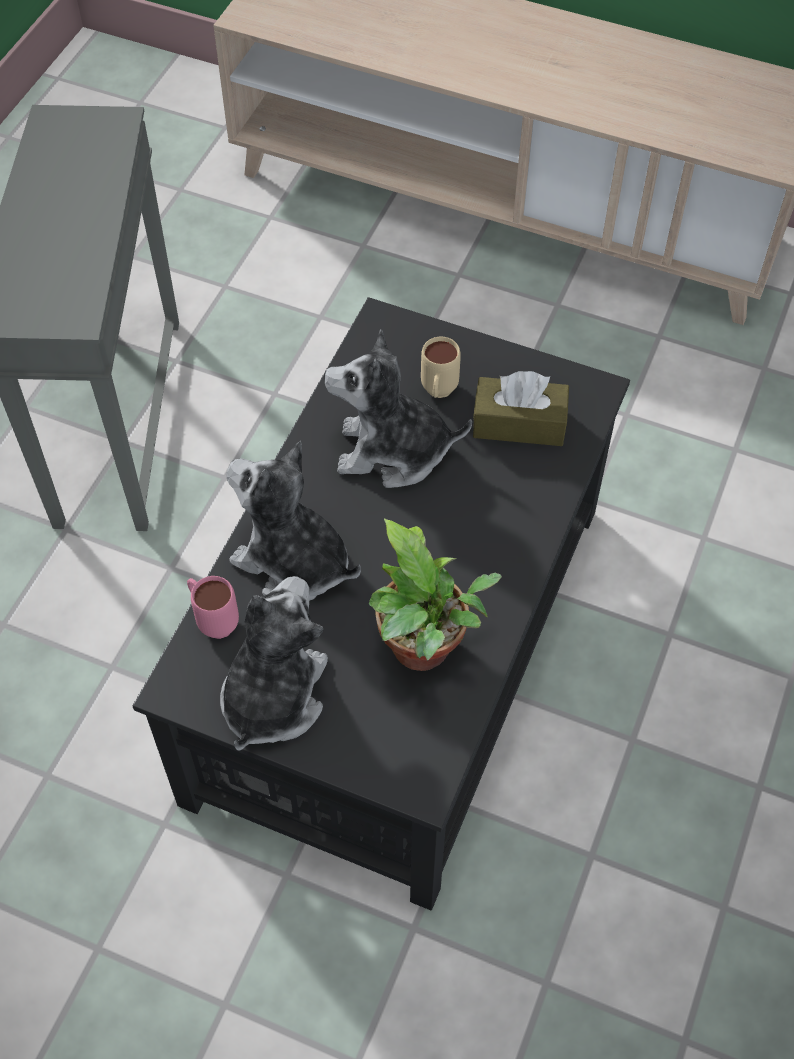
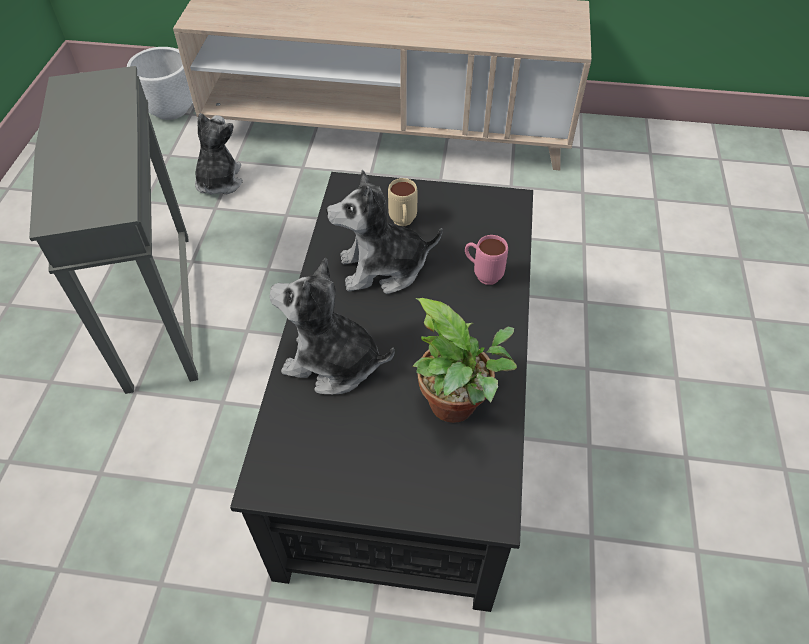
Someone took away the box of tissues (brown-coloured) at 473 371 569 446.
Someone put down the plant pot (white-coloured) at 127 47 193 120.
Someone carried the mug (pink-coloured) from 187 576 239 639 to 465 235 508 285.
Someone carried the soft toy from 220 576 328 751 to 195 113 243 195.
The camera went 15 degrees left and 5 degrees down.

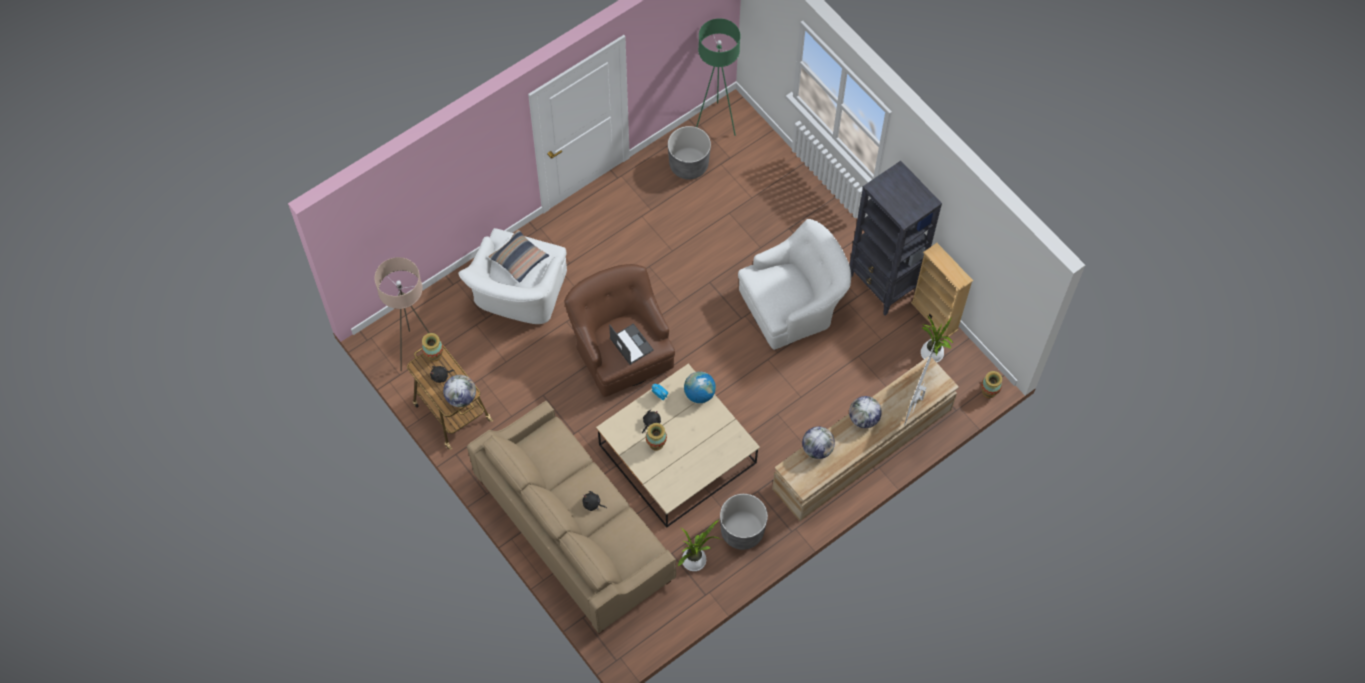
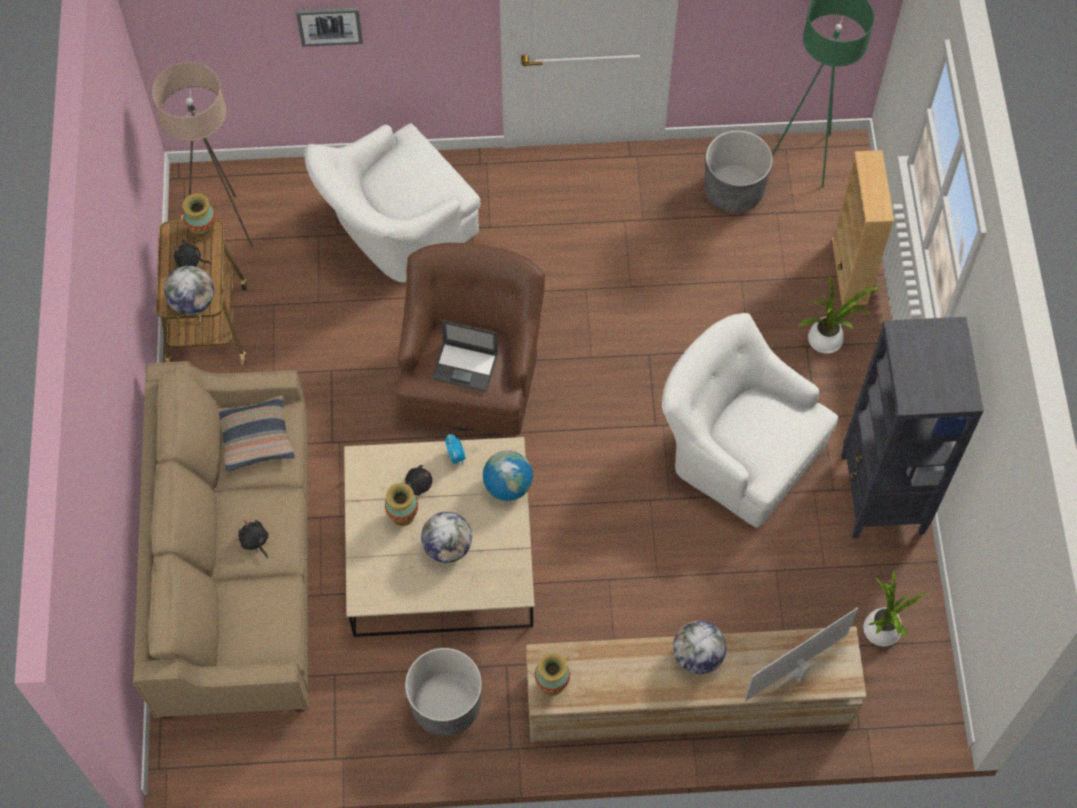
Someone put up the picture at 296 7 363 47.
Someone carried the throw pillow from 488 230 549 283 to 218 395 295 472.
Someone carried the houseplant from 678 520 722 571 to 798 274 881 354.
Someone carried the globe from 802 426 835 459 to 421 512 472 563.
Someone carried the bookcase (beige-coloured) from 911 243 973 339 to 832 150 894 305.
Someone carried the decorative vase from 981 371 1002 398 to 535 653 570 696.
Someone rotated the notebook computer at 609 323 654 365 by 105 degrees clockwise.
Someone rotated the armchair (white-coloured) at 738 219 851 350 by 150 degrees counterclockwise.
The camera went 35 degrees right and 0 degrees up.

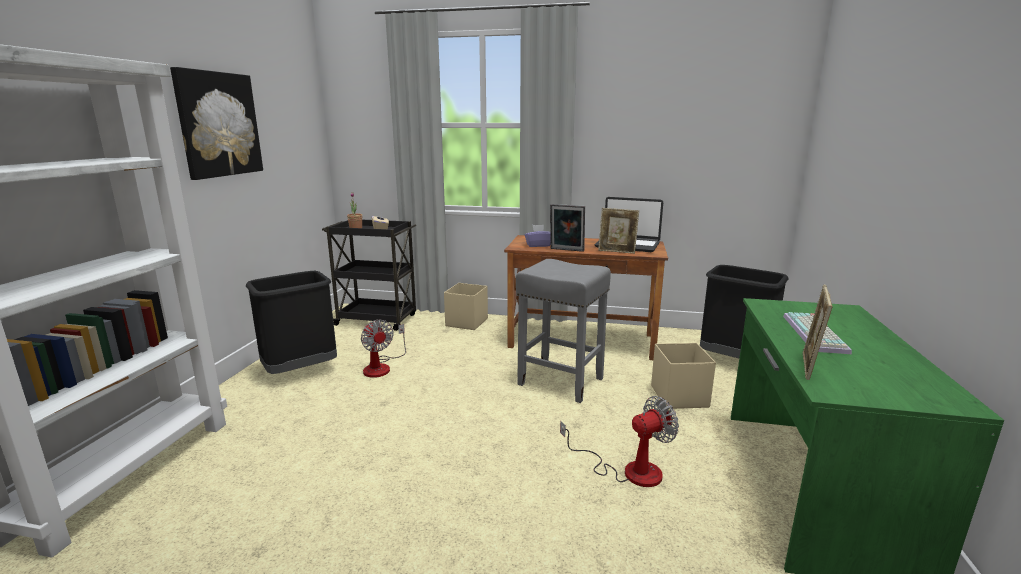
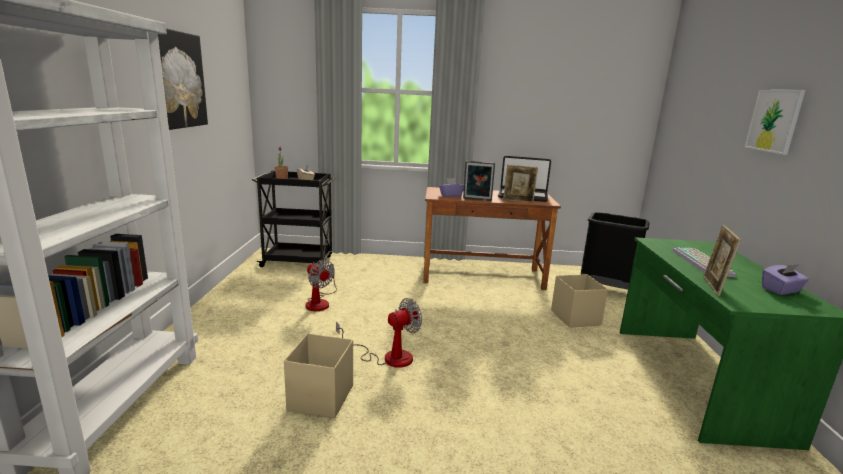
Someone took away the rubbish bin (black-coloured) at 246 271 337 374.
Someone took away the stool (gray) at 516 259 611 403.
Someone put up the picture at 745 90 805 155.
Someone put down the box of tissues (purple-coloured) at 762 264 809 295.
Someone carried the storage box (beige-coloured) from 444 283 488 330 to 284 333 353 418.
Someone carried the fan from 560 396 679 487 to 336 298 422 368.
The camera went 10 degrees left and 0 degrees up.

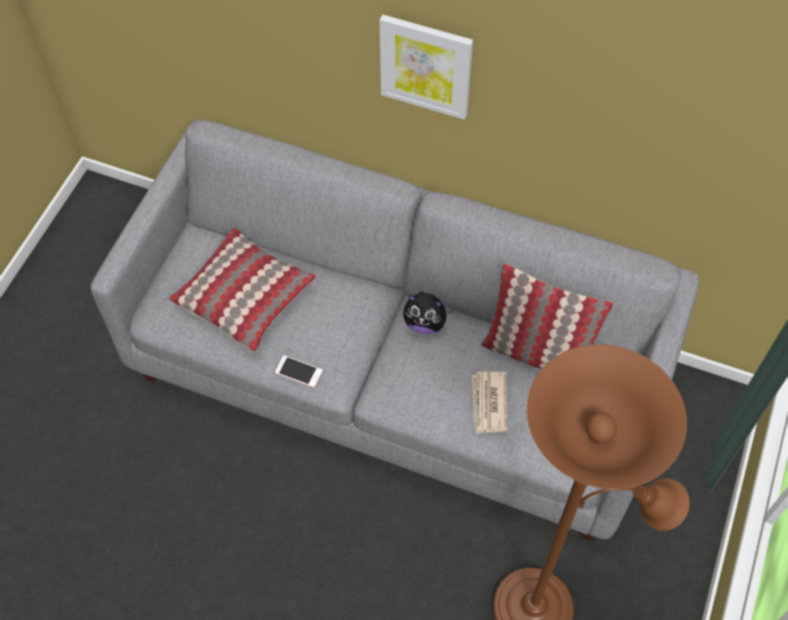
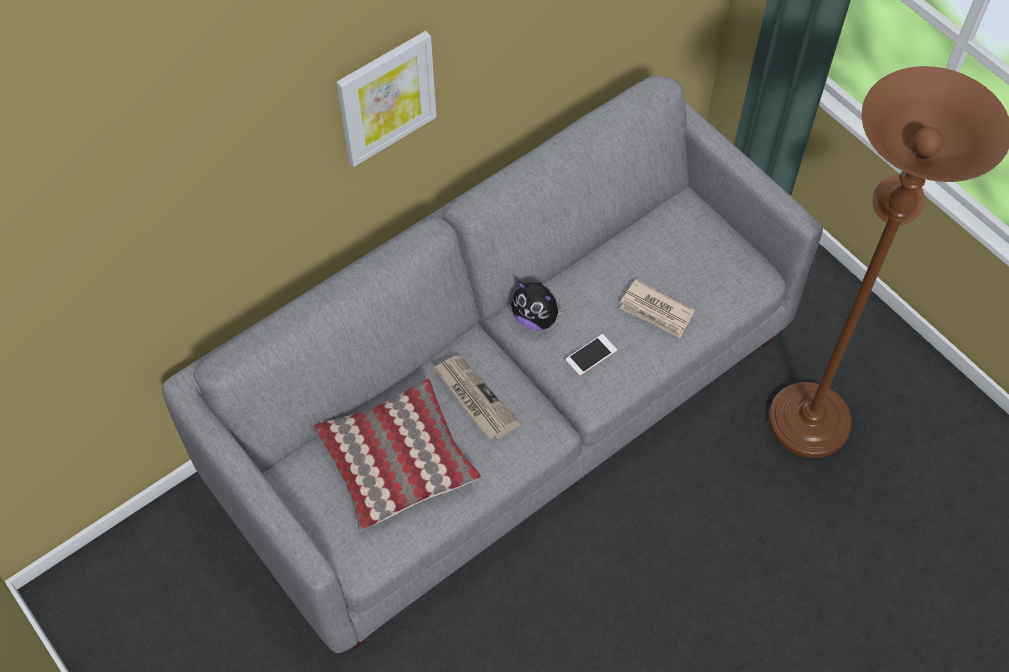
Someone took away the throw pillow at 481 263 613 369.
Someone put down the printed paper at 433 356 521 440.
Someone carried the telephone from 275 355 323 388 to 566 334 617 376.
Someone rotated the soft toy at 403 291 453 334 by 75 degrees clockwise.
The camera went 60 degrees left and 0 degrees up.

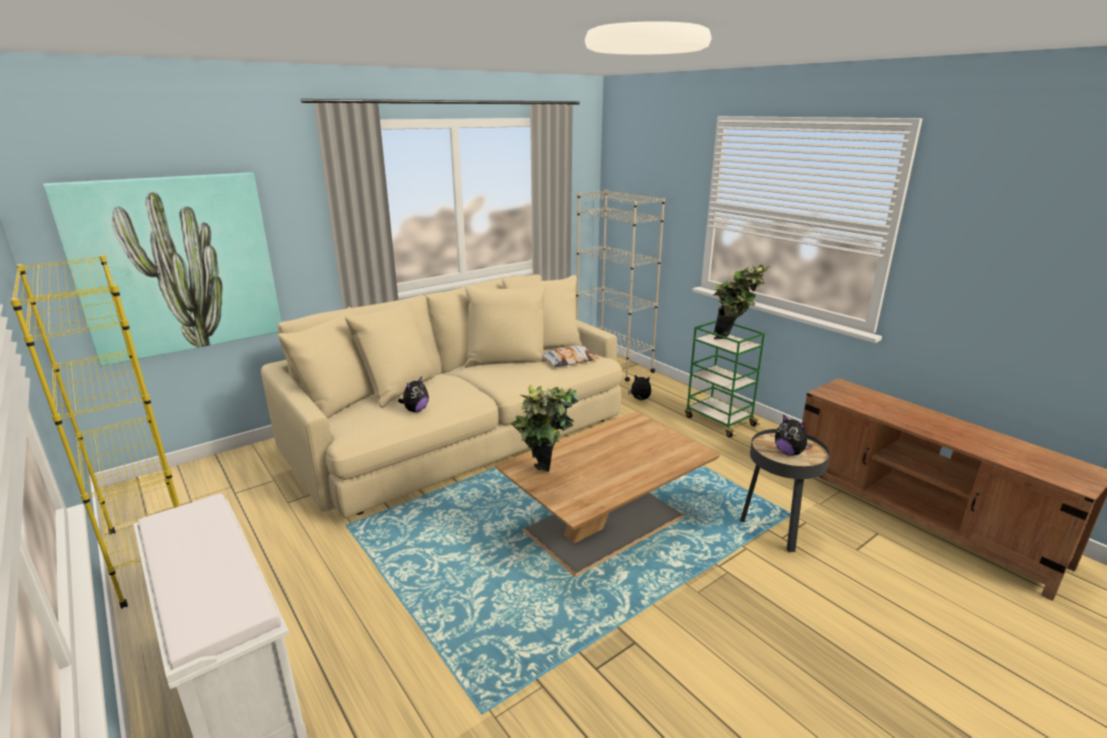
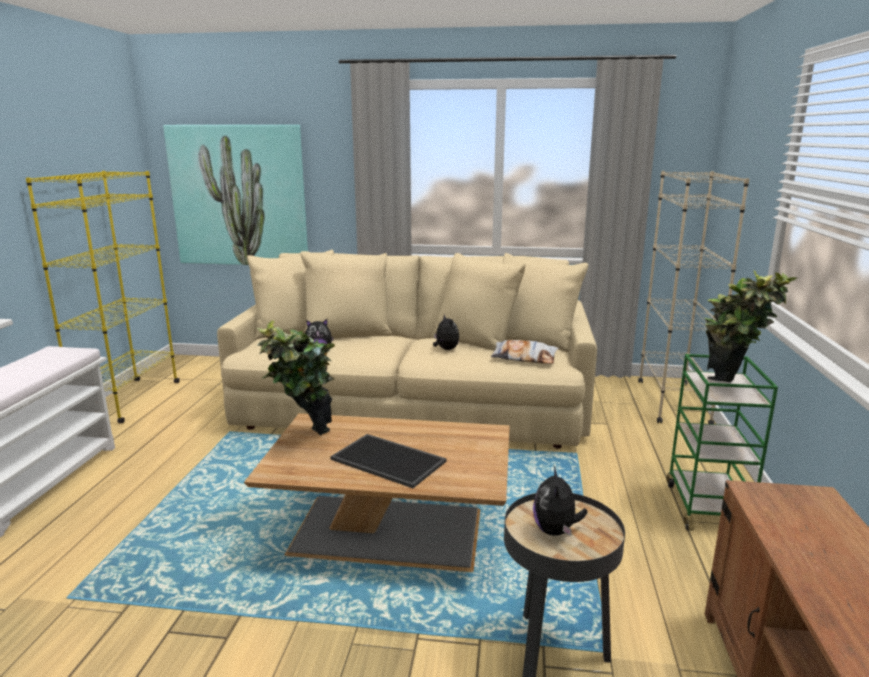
Someone put down the serving tray at 330 434 446 488.
Someone carried the soft toy from 628 375 651 400 to 433 314 459 350.
The camera went 45 degrees right and 5 degrees down.

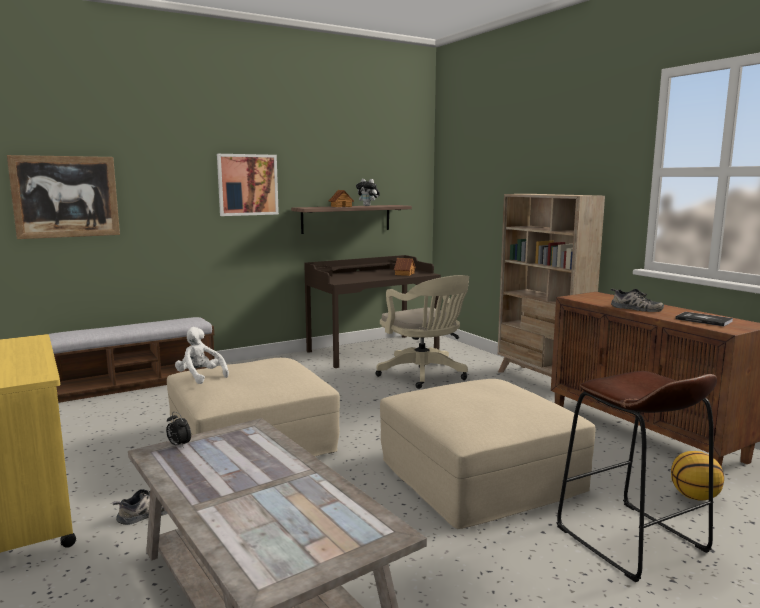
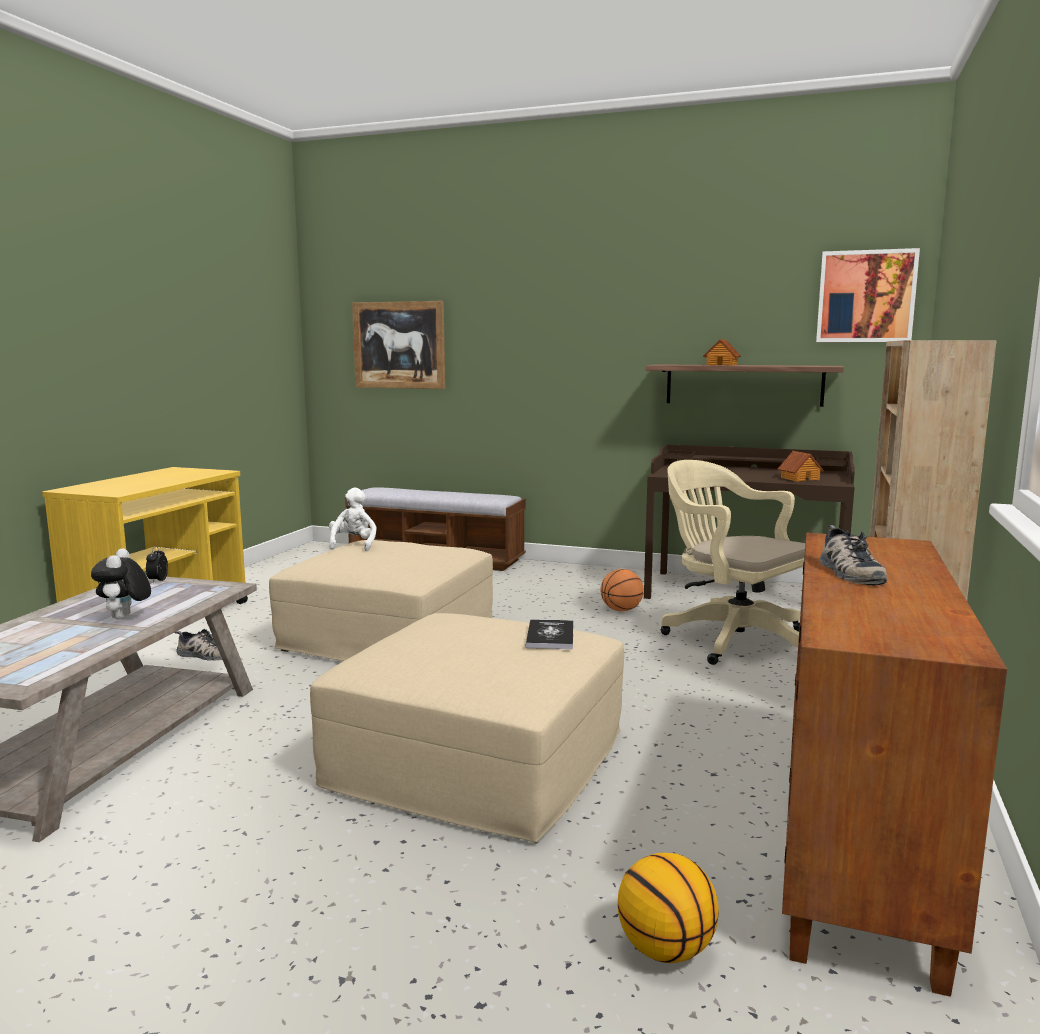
Someone took away the stool (brown-coloured) at 556 371 717 582.
Someone put down the basketball ball at 601 569 644 611.
Someone carried the picture from 217 154 279 216 to 816 248 920 342.
Someone carried the soft toy from 356 179 380 206 to 91 548 151 619.
Someone carried the bound book from 675 312 733 327 to 526 619 574 649.
Someone rotated the desk chair (beige-coloured) at 375 275 469 389 by 120 degrees clockwise.
The camera went 50 degrees right and 0 degrees up.

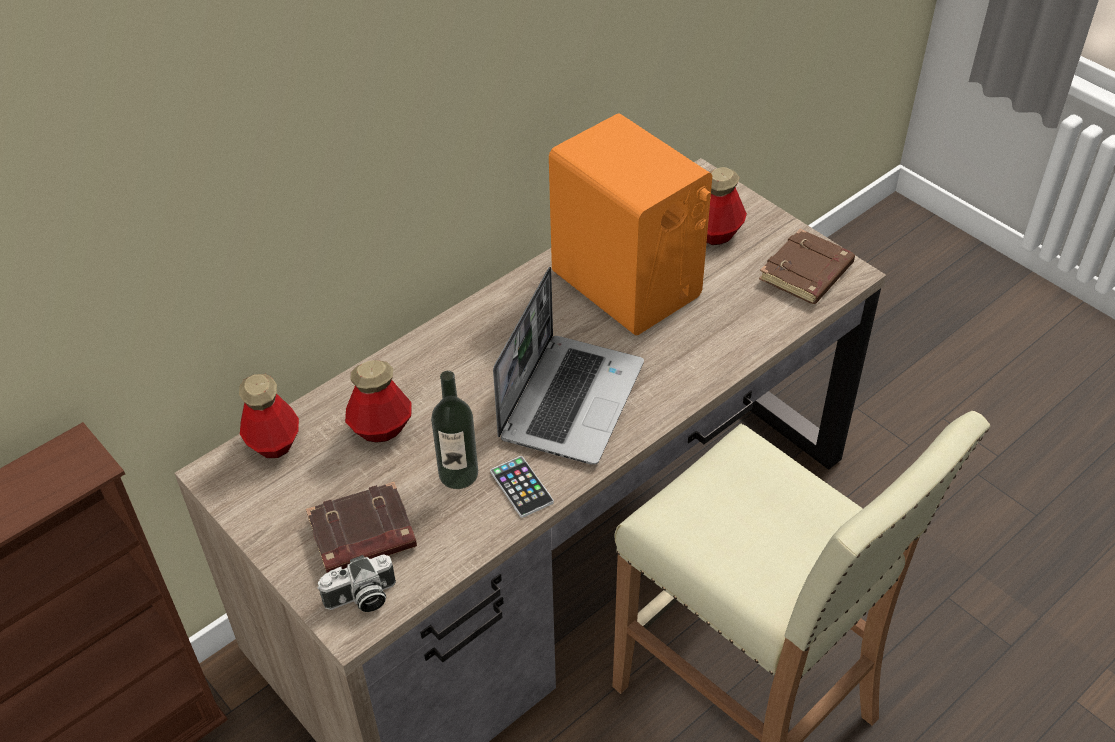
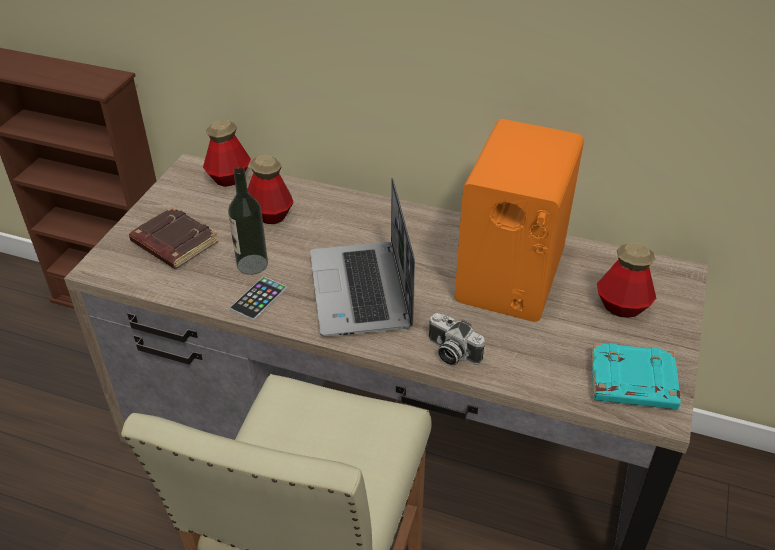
Someone carried the photo camera from 317 554 396 612 to 429 313 485 365.
Someone repainted the bound book (brown-coloured) at 759 229 855 304, which became the bound book (turquoise) at 591 343 681 409.
Someone rotated the notebook computer at 493 267 644 465 by 90 degrees clockwise.
The camera went 60 degrees right and 5 degrees down.

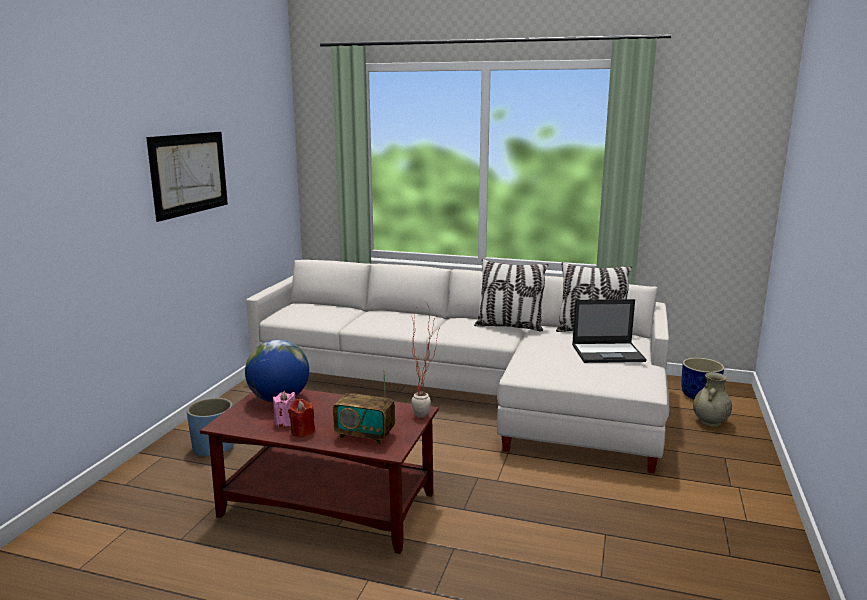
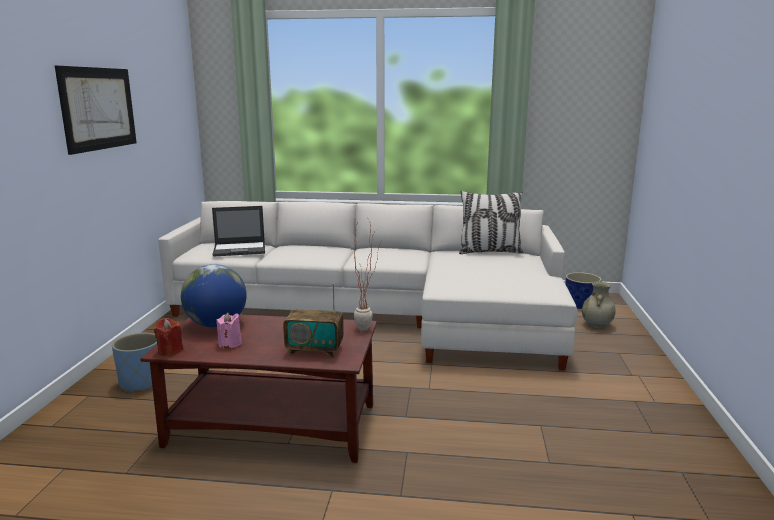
Someone took away the throw pillow at 474 259 548 331.
Someone carried the candle (red-coloured) from 288 399 315 437 to 154 318 184 356.
Someone carried the notebook computer from 572 299 647 363 to 212 206 265 257.
The camera went 10 degrees left and 0 degrees up.

